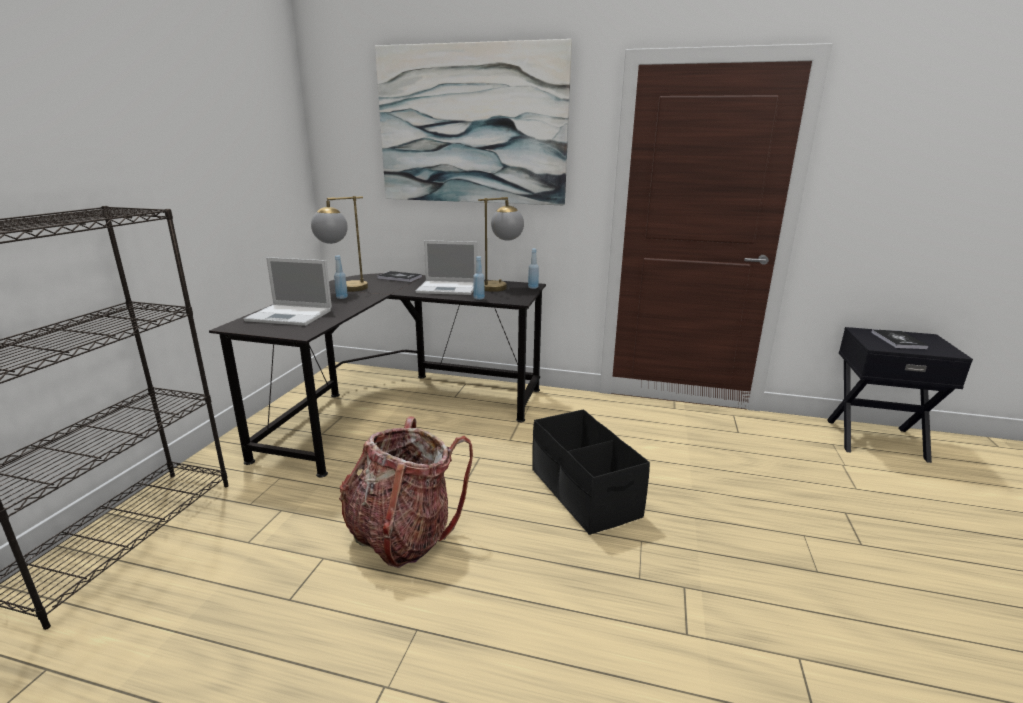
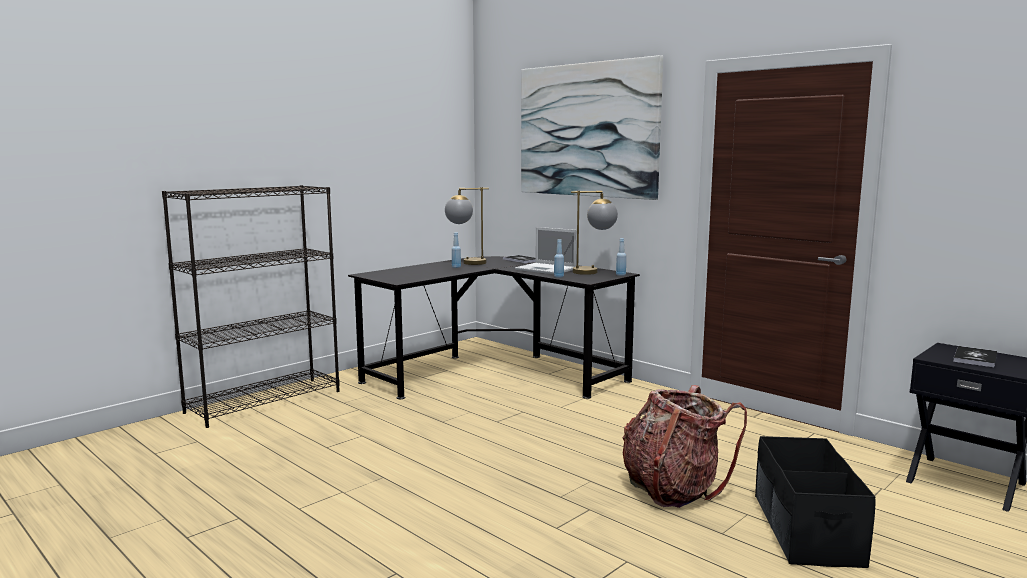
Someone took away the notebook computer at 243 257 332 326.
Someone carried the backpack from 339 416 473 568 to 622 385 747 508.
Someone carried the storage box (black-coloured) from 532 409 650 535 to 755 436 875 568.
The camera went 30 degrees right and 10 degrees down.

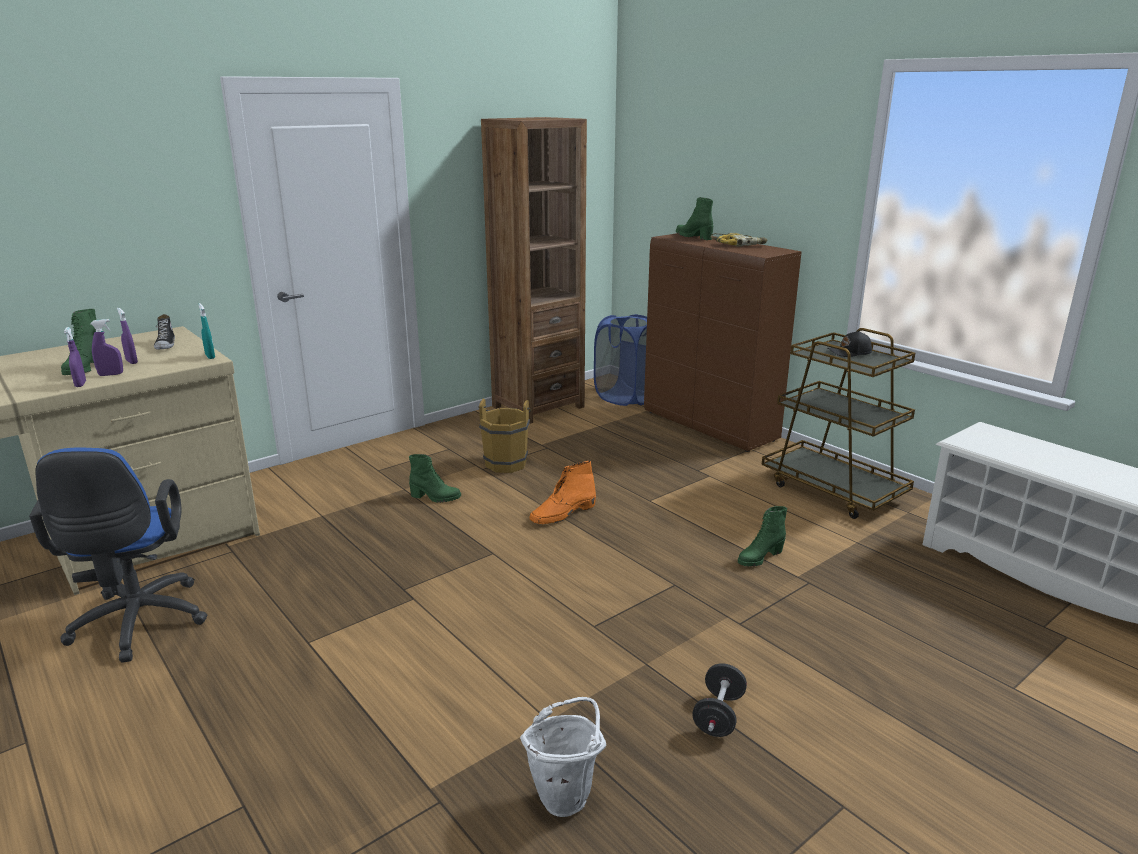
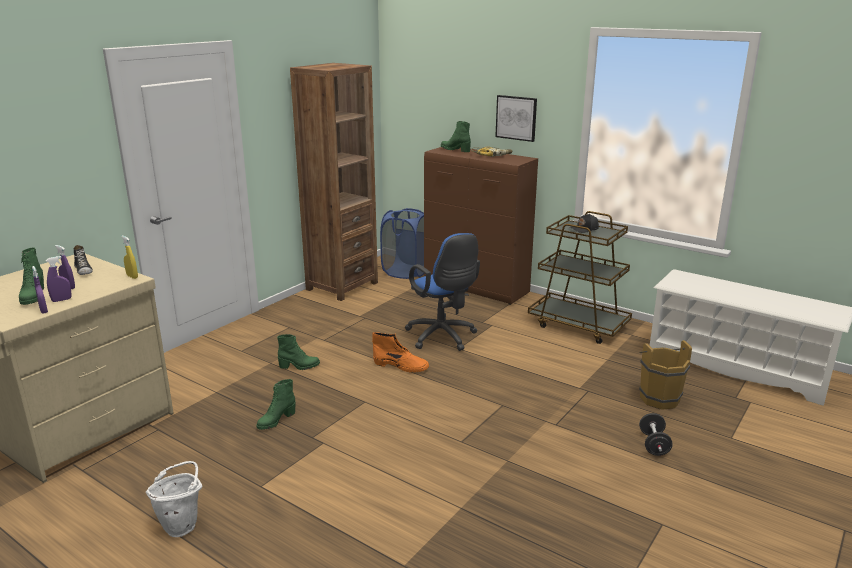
Someone put up the picture at 495 95 537 142.
Someone carried the desk chair (blue) from 29 448 207 663 to 405 233 480 351.
Someone carried the water bucket (brown-coloured) from 478 399 531 473 to 639 340 692 410.
Someone carried the water bucket (white-coloured) from 520 697 606 817 to 146 461 203 537.
Someone carried the hand weight (black-coloured) from 692 663 747 737 to 639 413 673 456.
Someone carried the boot (green) from 738 506 787 567 to 257 379 296 430.
Someone repainted the hand sprayer (turquoise) at 198 303 215 359, which became the hand sprayer (yellowish) at 121 235 138 279.
Someone rotated the boot (orange-coloured) at 530 461 596 524 by 105 degrees counterclockwise.
The camera went 15 degrees left and 0 degrees up.

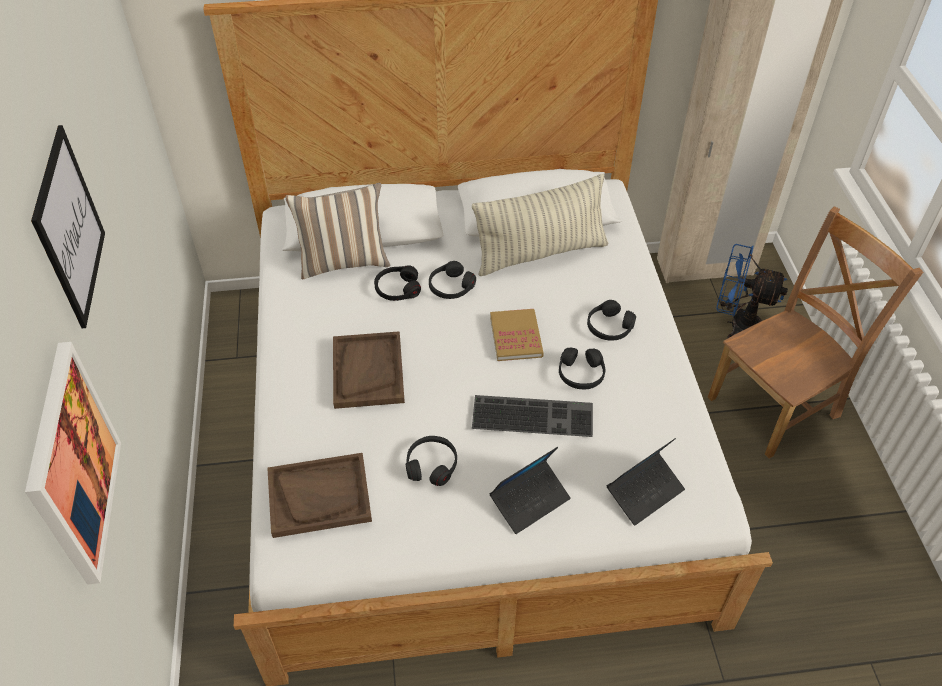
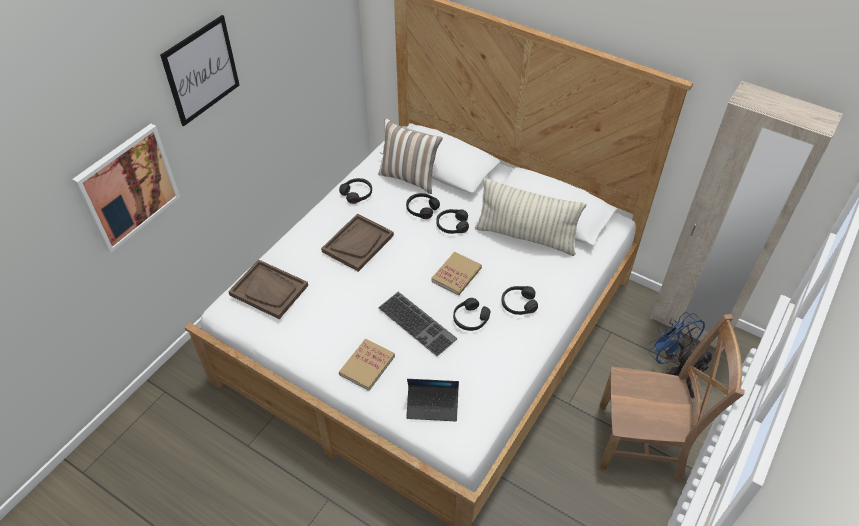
Someone carried the headphones (black-coloured) from 406 436 457 486 to 339 178 372 204.
Someone swapped the notebook computer at 489 447 571 534 for the bound book at 339 339 395 391.
The camera went 40 degrees right and 0 degrees up.

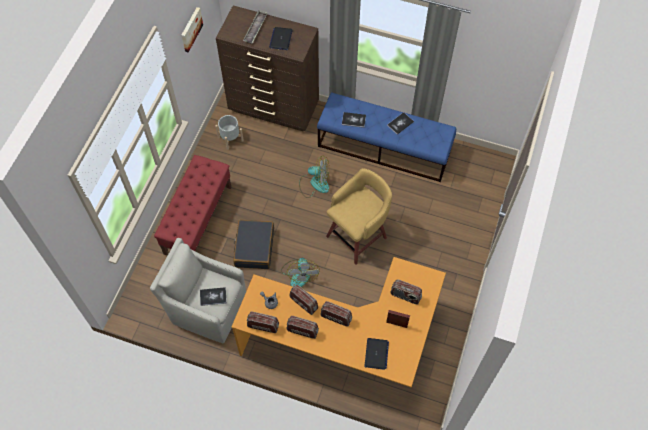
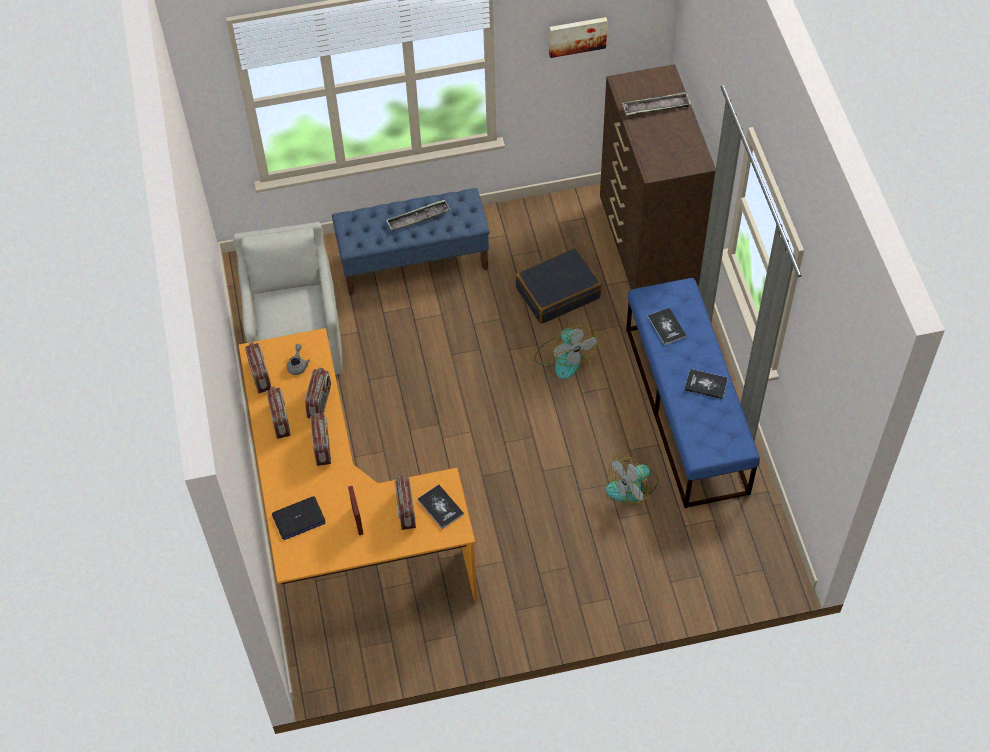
Someone took away the plant pot (gray) at 215 115 244 150.
Someone took away the notebook computer at 269 27 293 50.
Someone took away the stool (yellowish) at 326 168 392 265.
Someone put down the serving tray at 386 199 450 231.
Someone carried the bound book from 200 287 226 306 to 418 485 464 529.
Someone carried the suitcase (black-coloured) from 233 220 274 269 to 516 247 602 324.
Someone carried the fan from 281 258 320 287 to 606 455 658 504.
Someone repainted the bench (red-coloured) at 154 155 231 255, which became the bench (blue) at 332 188 490 296.
The camera went 60 degrees right and 5 degrees down.

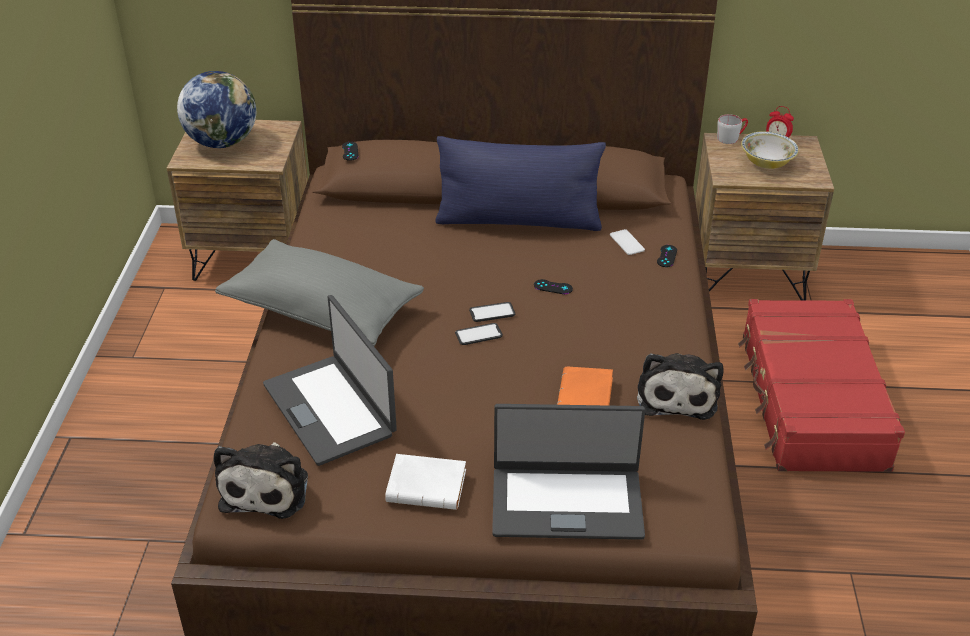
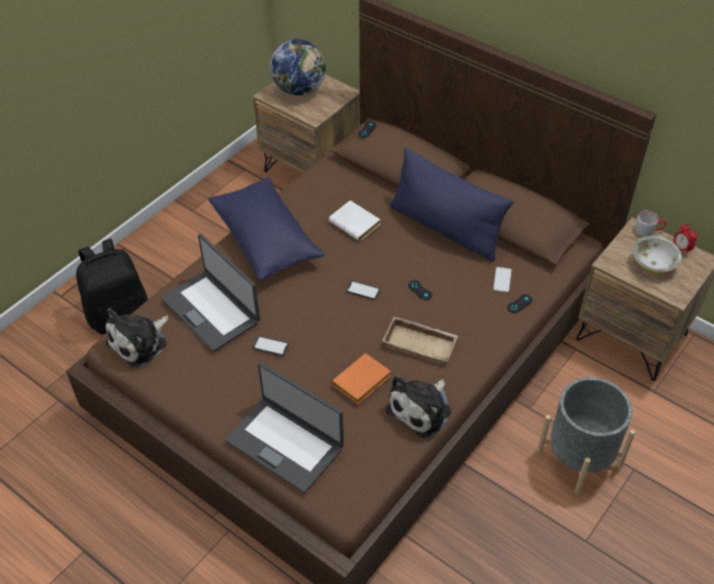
Someone put down the backpack (black-coloured) at 76 239 148 335.
Someone put down the serving tray (beige-coloured) at 382 316 458 364.
Someone carried the bound book (white-coloured) from 385 454 466 510 to 329 200 380 241.
Someone carried the telephone from 455 323 503 345 to 253 336 289 356.
Someone swapped the suitcase (red-coloured) at 738 299 905 472 for the plant pot (gray) at 537 377 636 495.
Someone repainted the throw pillow (gray) at 215 239 424 346, which became the throw pillow (blue) at 209 177 324 282.
Someone rotated the notebook computer at 263 295 397 466 by 45 degrees counterclockwise.
The camera went 35 degrees right and 10 degrees up.

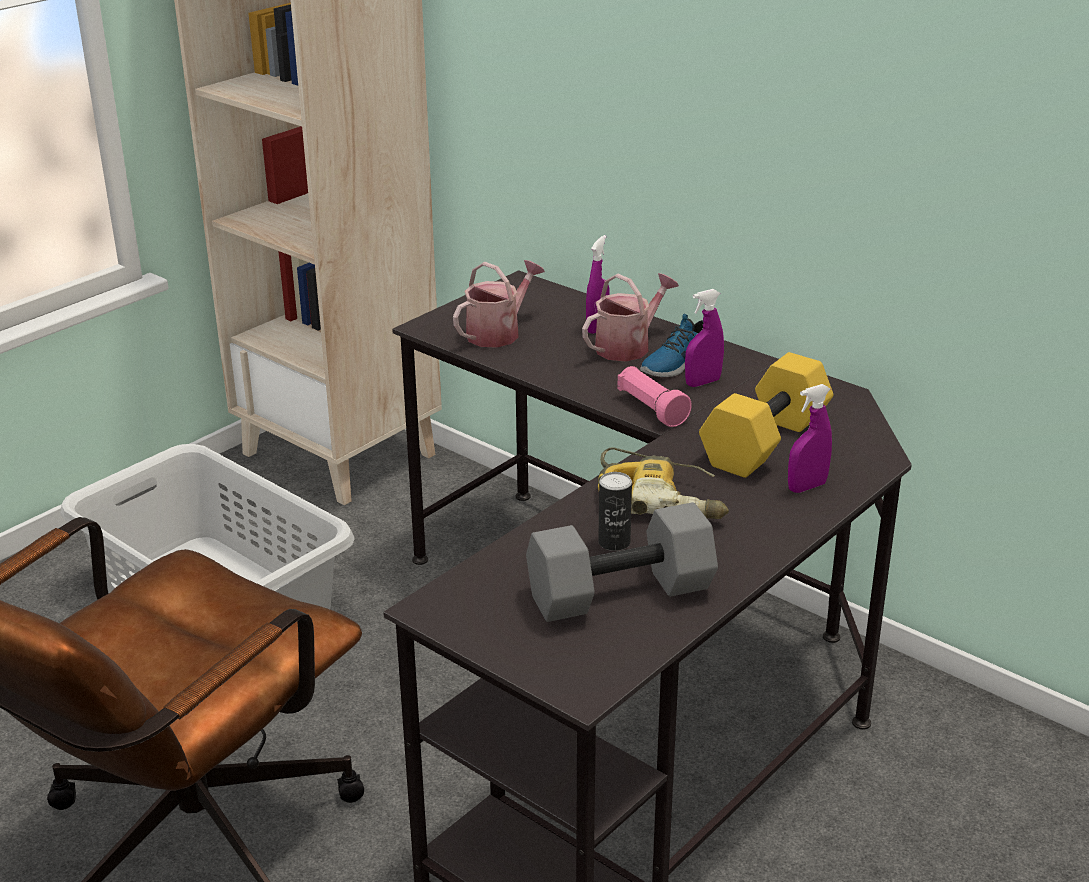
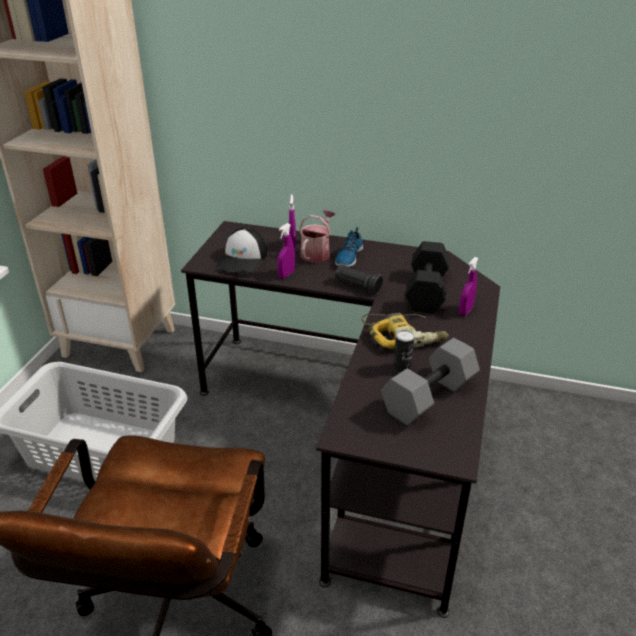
Someone carried the hand sprayer (purple-coloured) from 685 289 724 387 to 277 223 295 278.
Someone swapped the watering can at 453 260 545 348 for the cap at 216 228 267 274.
Someone repainted the hand torch (pink-coloured) at 617 366 692 427, which became the hand torch (black-coloured) at 335 265 383 294.
Someone repainted the hand weight (yellowish) at 699 352 833 478, which became the hand weight (black-coloured) at 405 241 450 314.
The camera went 25 degrees left and 5 degrees up.

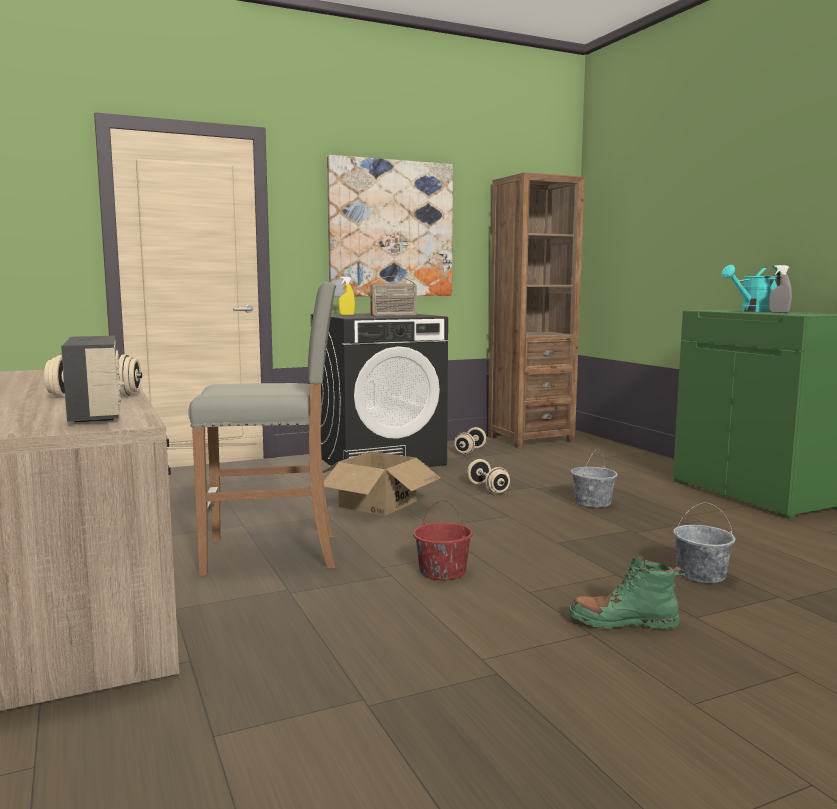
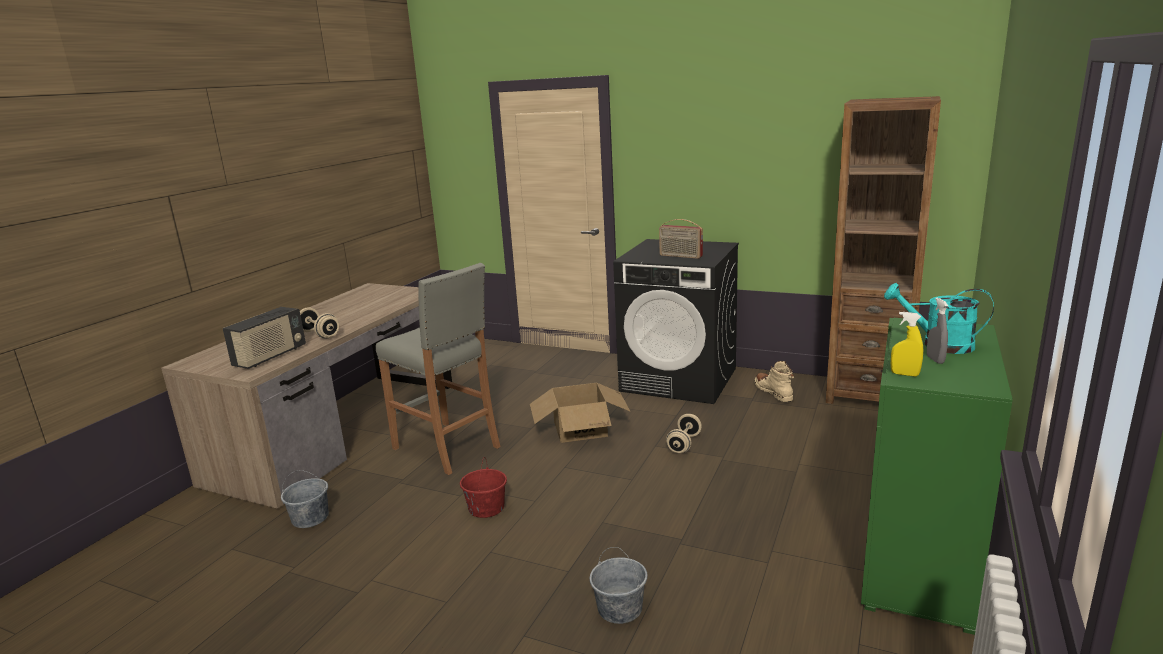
Someone took away the picture at 327 155 453 296.
Someone took away the boot (green) at 568 552 685 629.
Someone carried the hand sprayer (yellowish) from 338 276 355 315 to 891 312 923 377.
Someone carried the water bucket (gray) from 571 449 618 508 to 281 470 329 528.
Someone swapped the hand weight (beige-coloured) at 454 427 486 454 for the boot (beige-coloured) at 754 361 794 402.
The camera went 50 degrees right and 10 degrees up.

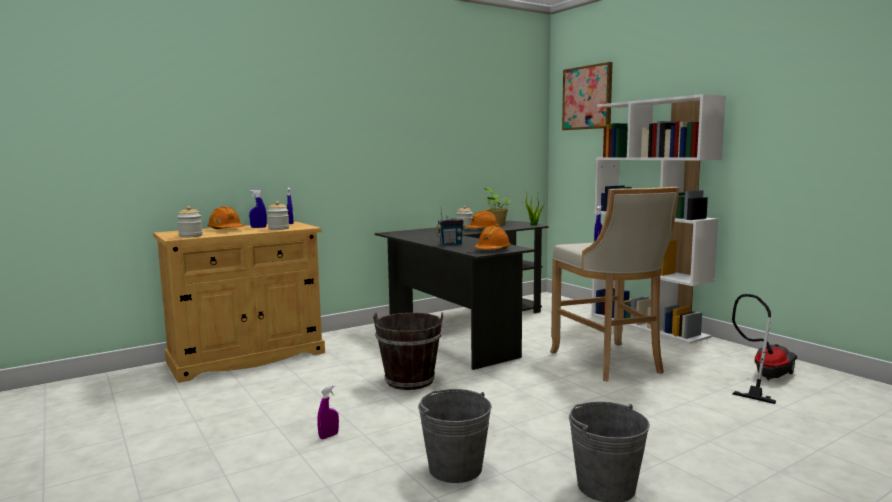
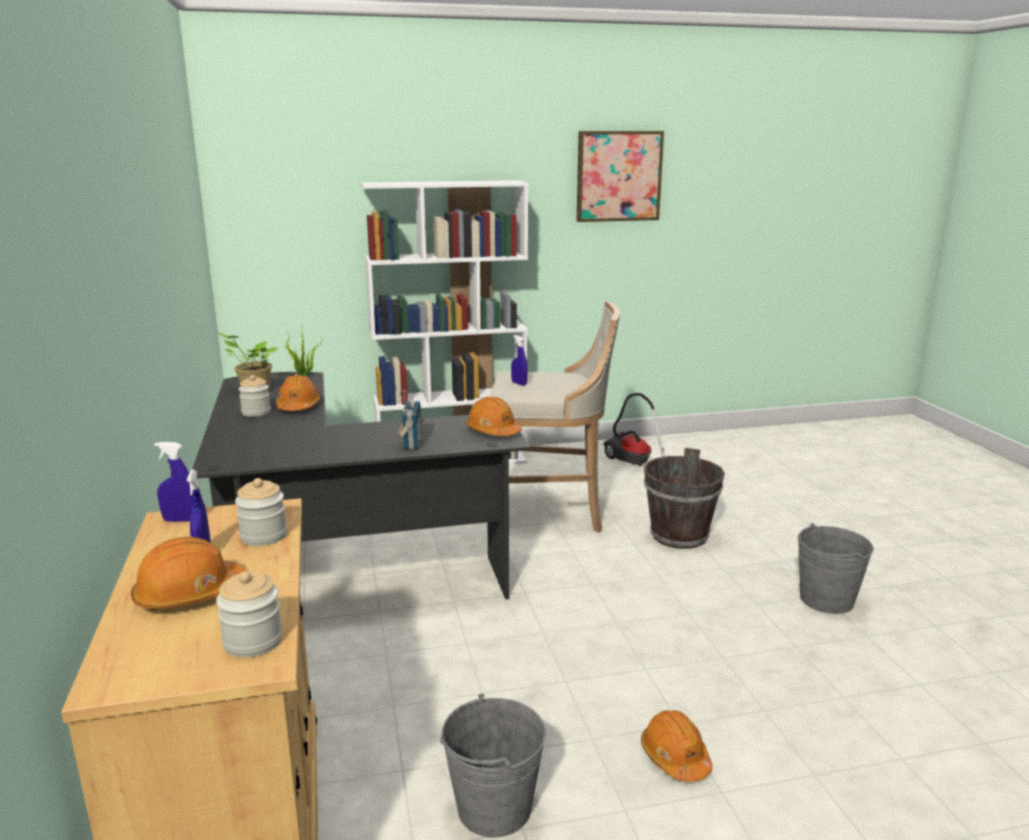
Someone carried the water bucket (brown-coloured) from 373 312 443 390 to 644 448 725 549.
Someone carried the water bucket (gray) from 418 389 492 483 to 440 694 546 837.
Someone carried the picture from 562 62 612 130 to 577 131 664 222.
Someone swapped the hand sprayer (purple-coloured) at 317 385 339 439 for the safety helmet (orange-coloured) at 641 710 712 782.
The camera went 70 degrees left and 10 degrees up.

